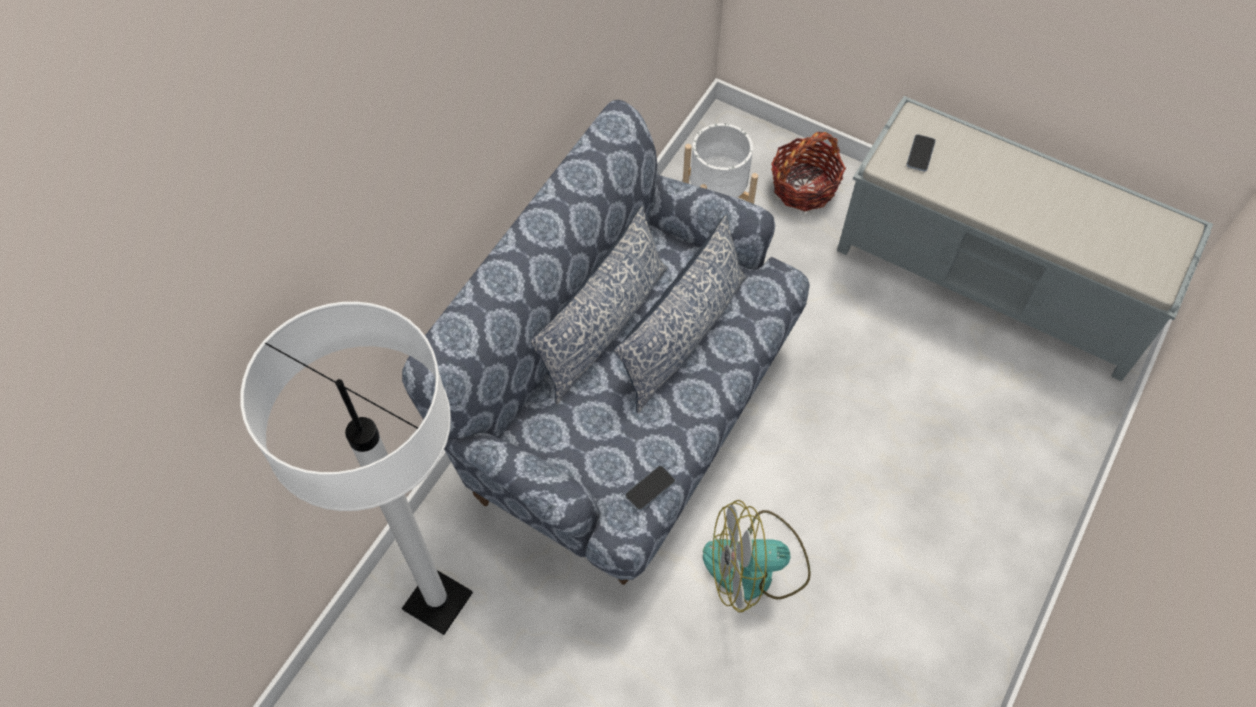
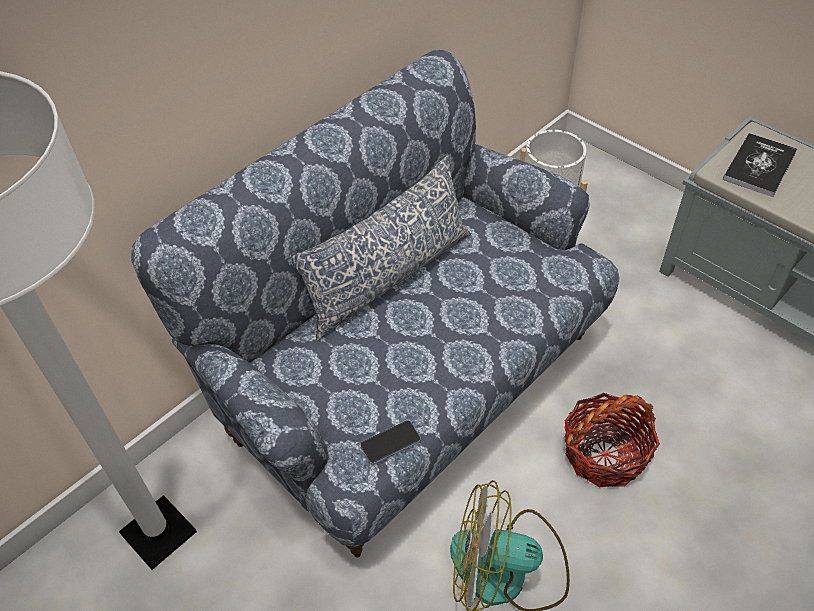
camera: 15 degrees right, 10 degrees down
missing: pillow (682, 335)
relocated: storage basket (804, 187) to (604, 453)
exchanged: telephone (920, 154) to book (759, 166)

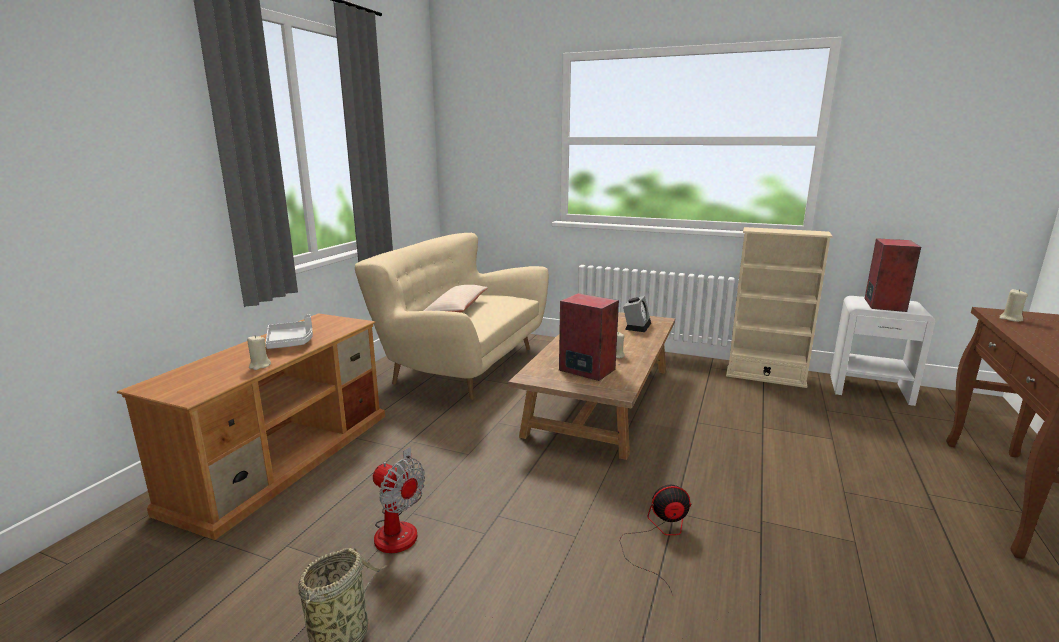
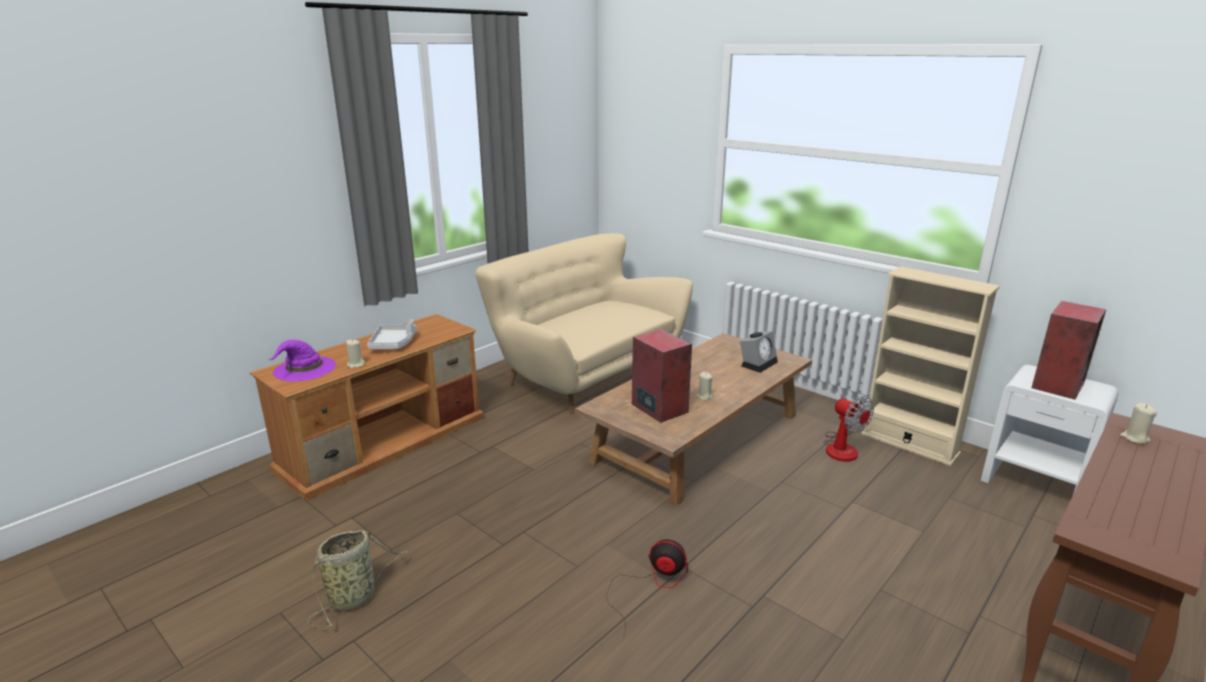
camera: 20 degrees right, 5 degrees up
missing: pillow/beige-coloured (456, 310)
appeared: clothing hat/purple-coloured (304, 369)
relocated: cooling fan (399, 527) to (841, 447)

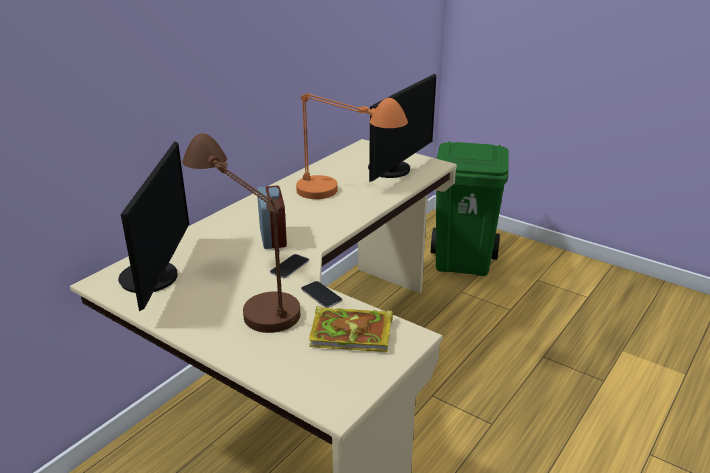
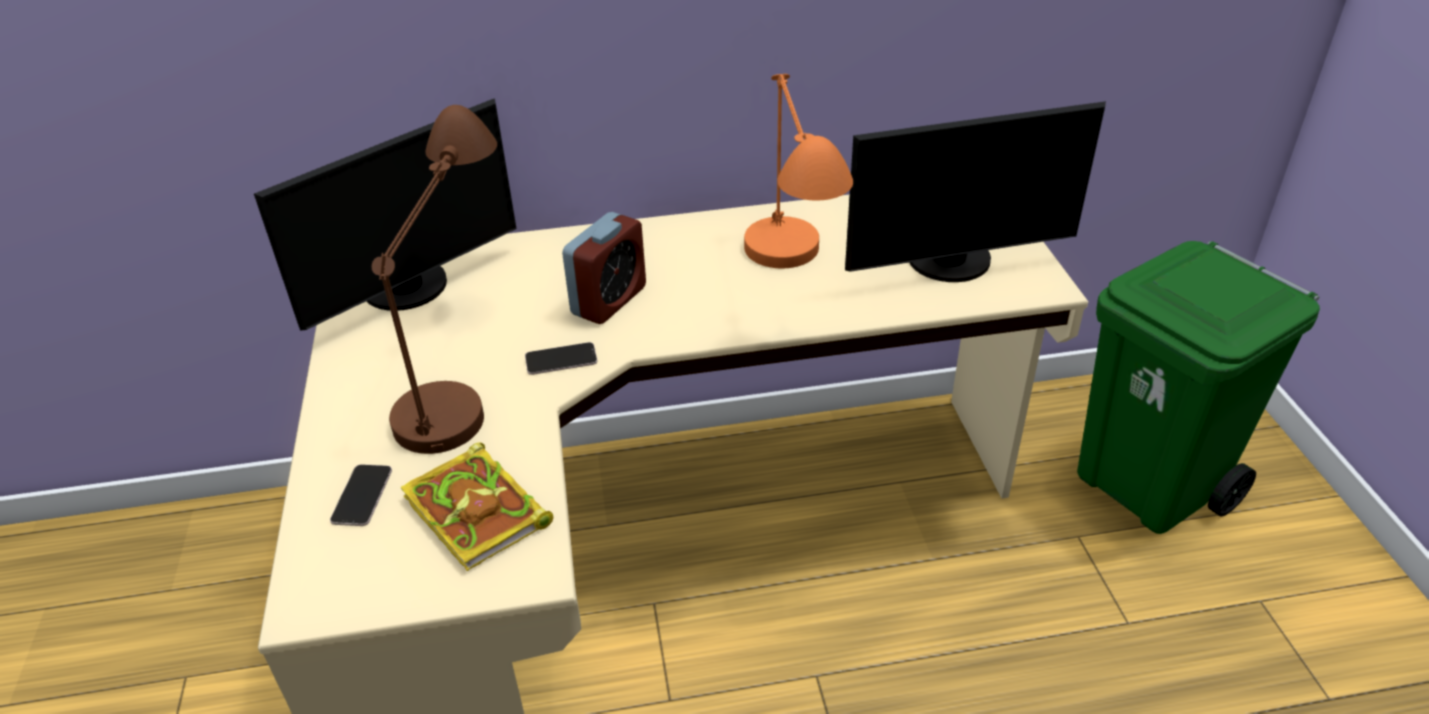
camera: 45 degrees right, 10 degrees up
relocated: telephone (321, 295) to (362, 496)

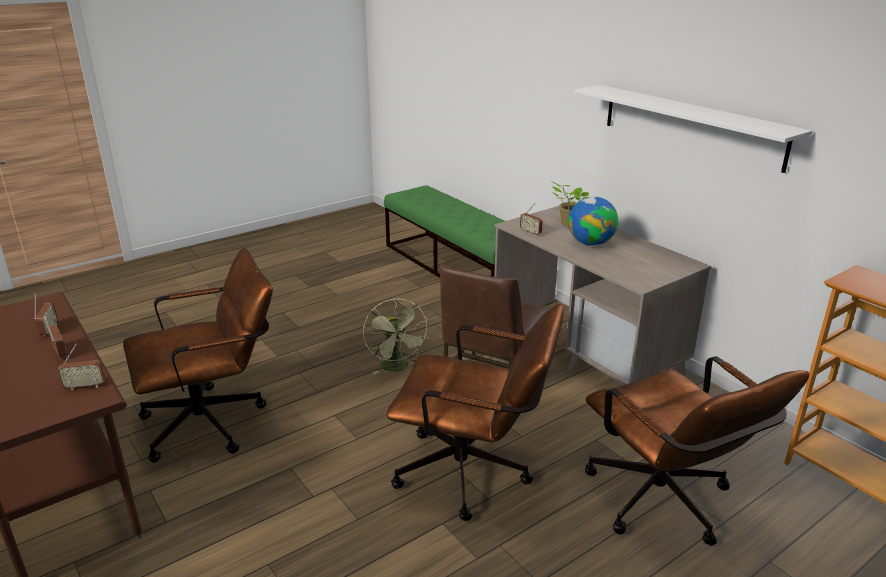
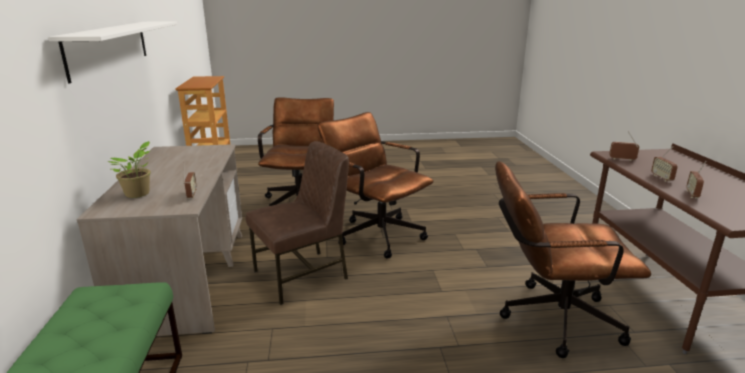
camera: 150 degrees left, 5 degrees down
missing: cooling fan/green (397, 367); world globe (591, 243)

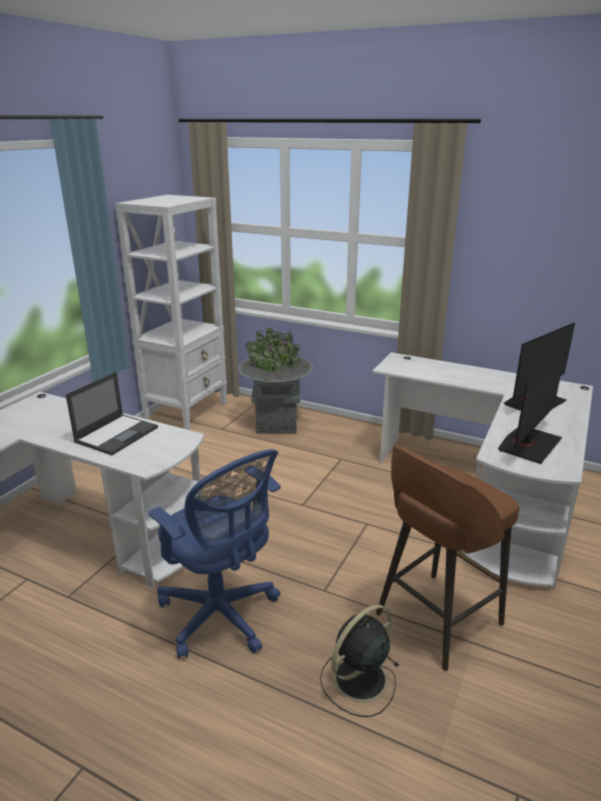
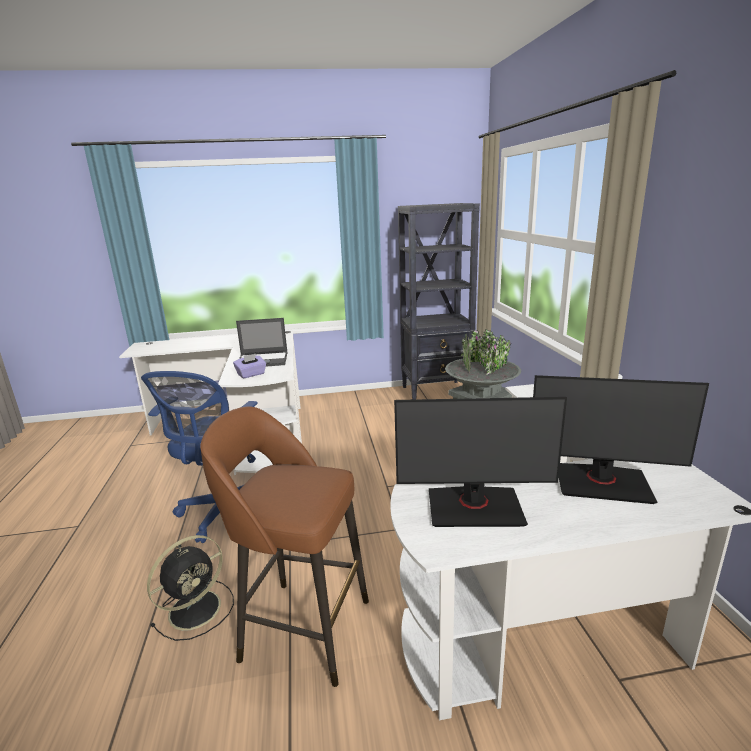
camera: 55 degrees right, 5 degrees down
appeared: tissue box/purple-coloured (251, 374)
colour: bookcase/whitish (187, 411) to bookcase/blackish (436, 392)
spun: cooling fan/blackish (358, 680) = (197, 608) 120 degrees clockwise

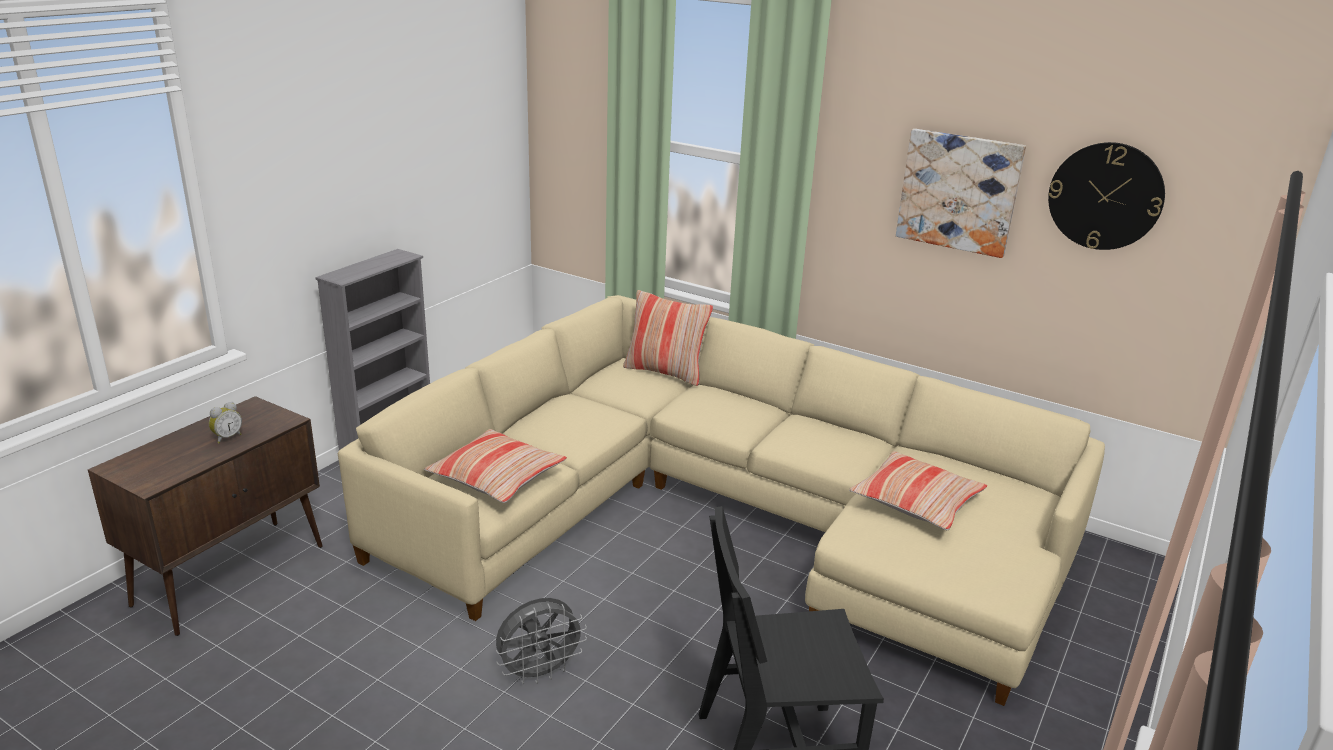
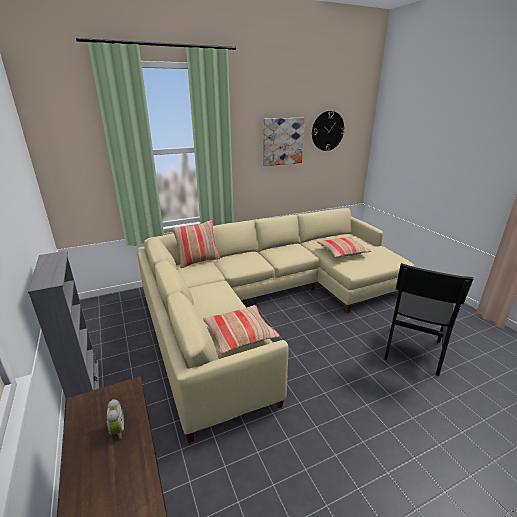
camera: 55 degrees left, 0 degrees up
missing: cooling fan/greyish (539, 673)

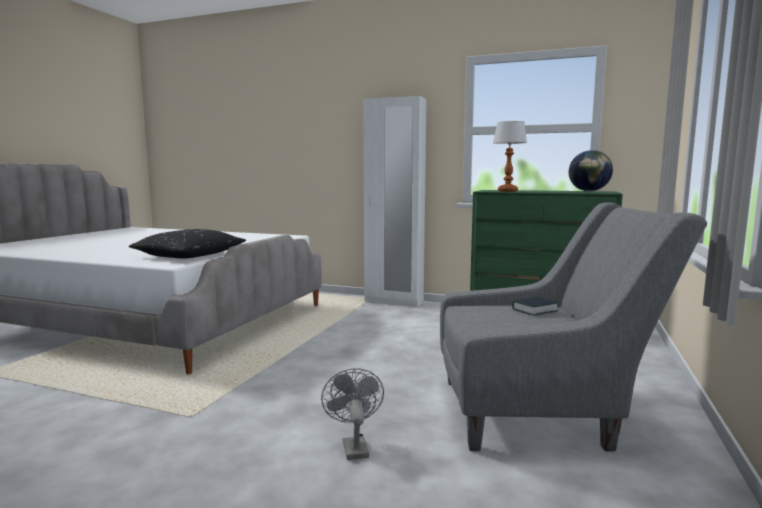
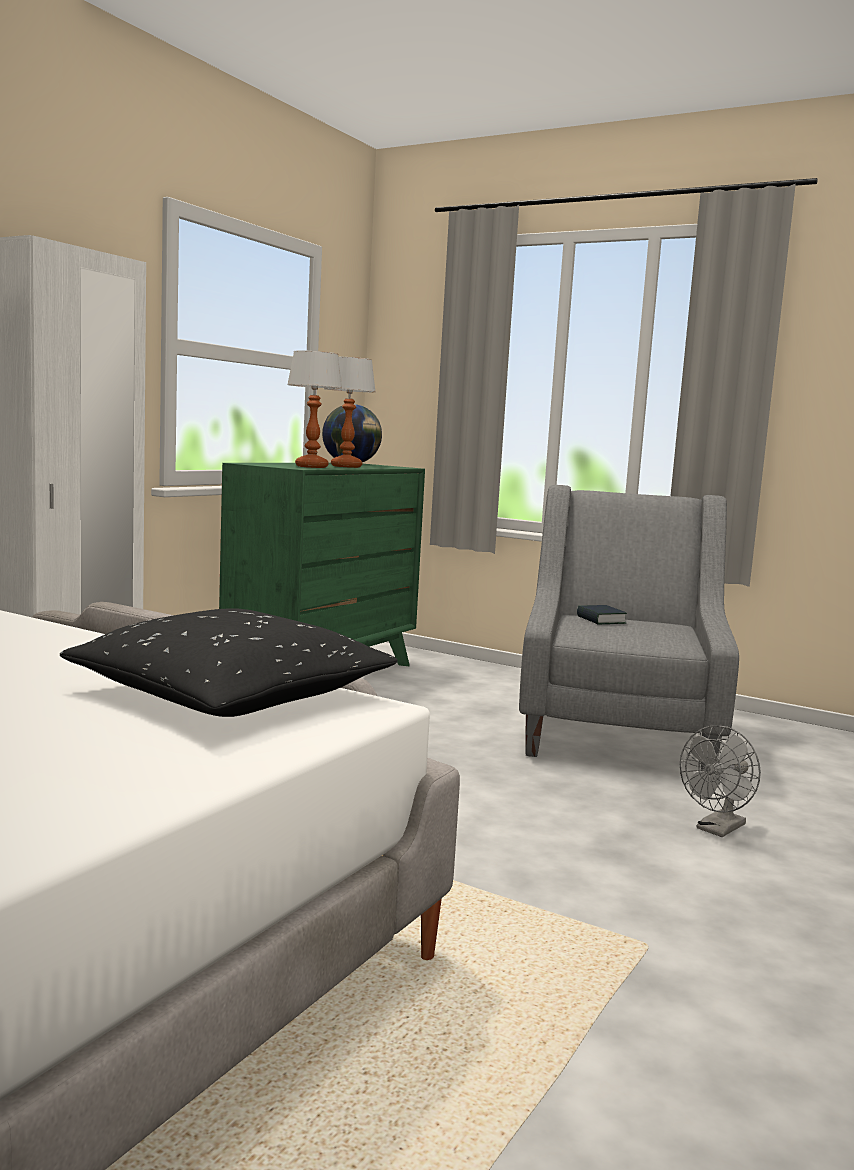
camera: 80 degrees left, 0 degrees up
appeared: tabletop lamp (346, 466)
spun: cooling fan/greyish (353, 446) = (717, 829) 45 degrees counterclockwise

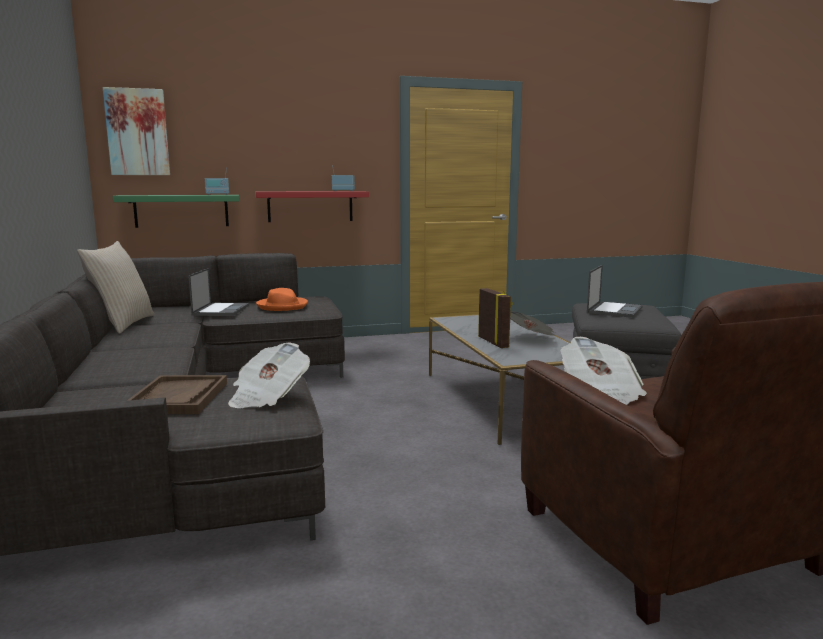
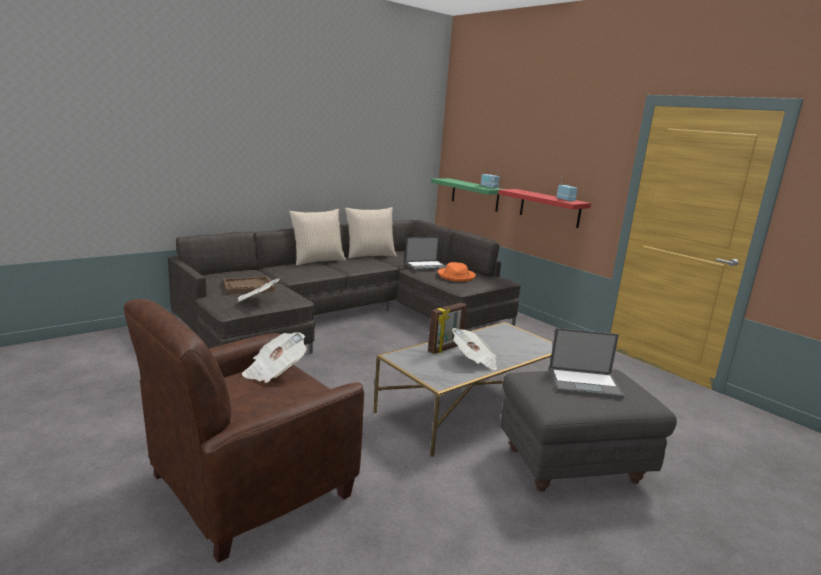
camera: 65 degrees right, 5 degrees up
missing: picture (137, 132)
appeared: pillow/beige-coloured (317, 261)

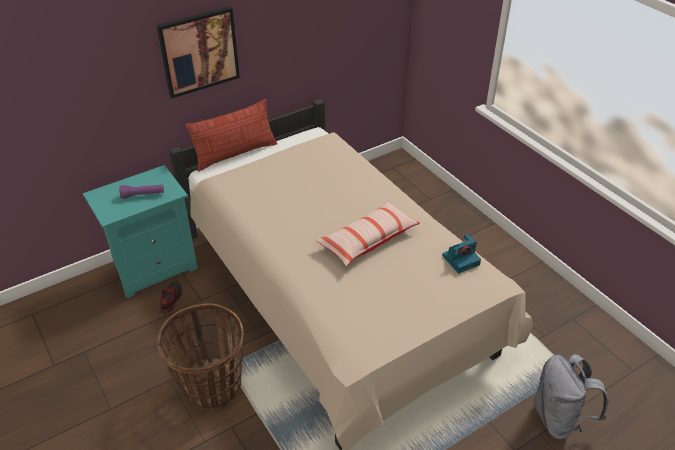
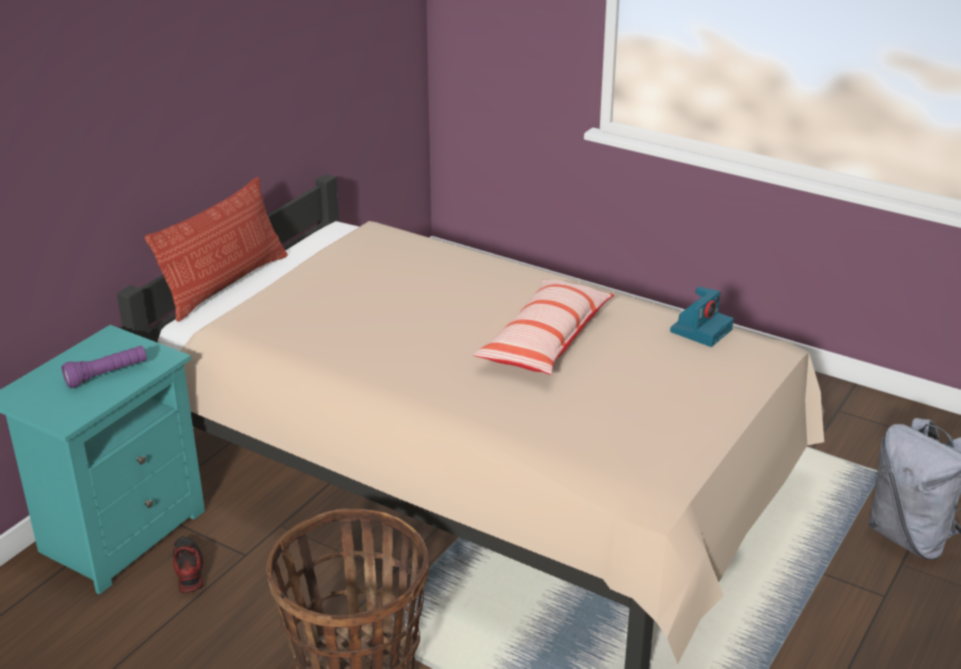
camera: 25 degrees left, 10 degrees down
missing: picture (199, 51)

